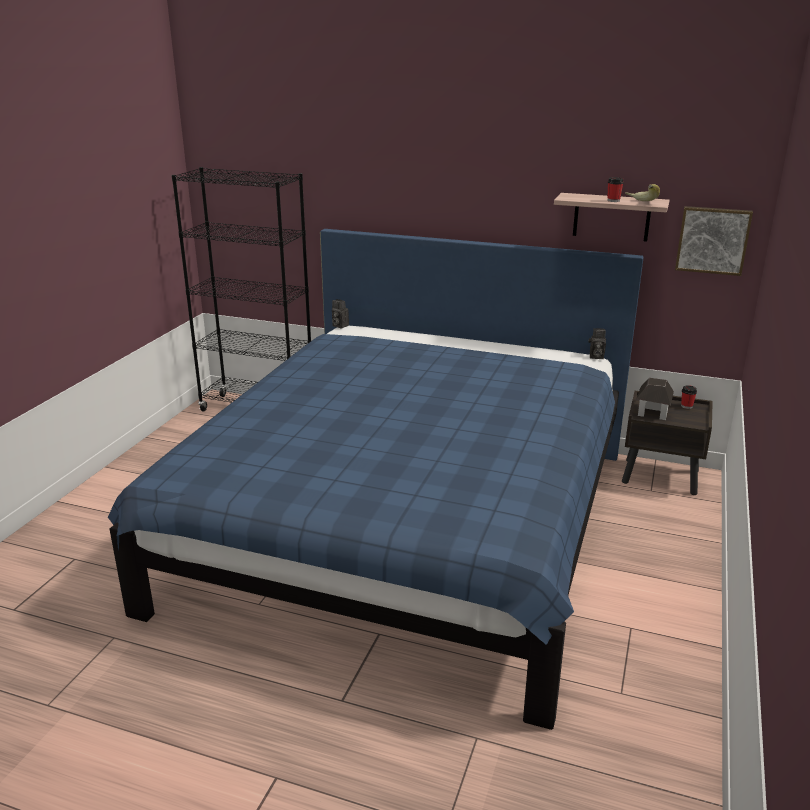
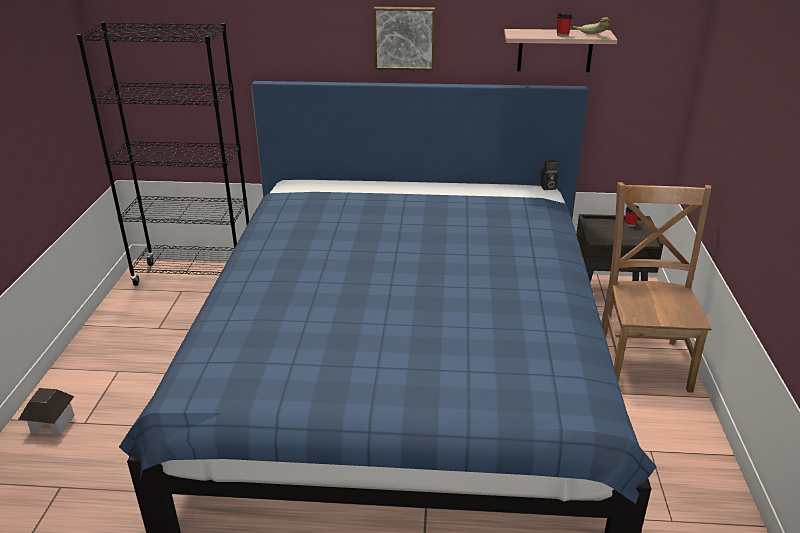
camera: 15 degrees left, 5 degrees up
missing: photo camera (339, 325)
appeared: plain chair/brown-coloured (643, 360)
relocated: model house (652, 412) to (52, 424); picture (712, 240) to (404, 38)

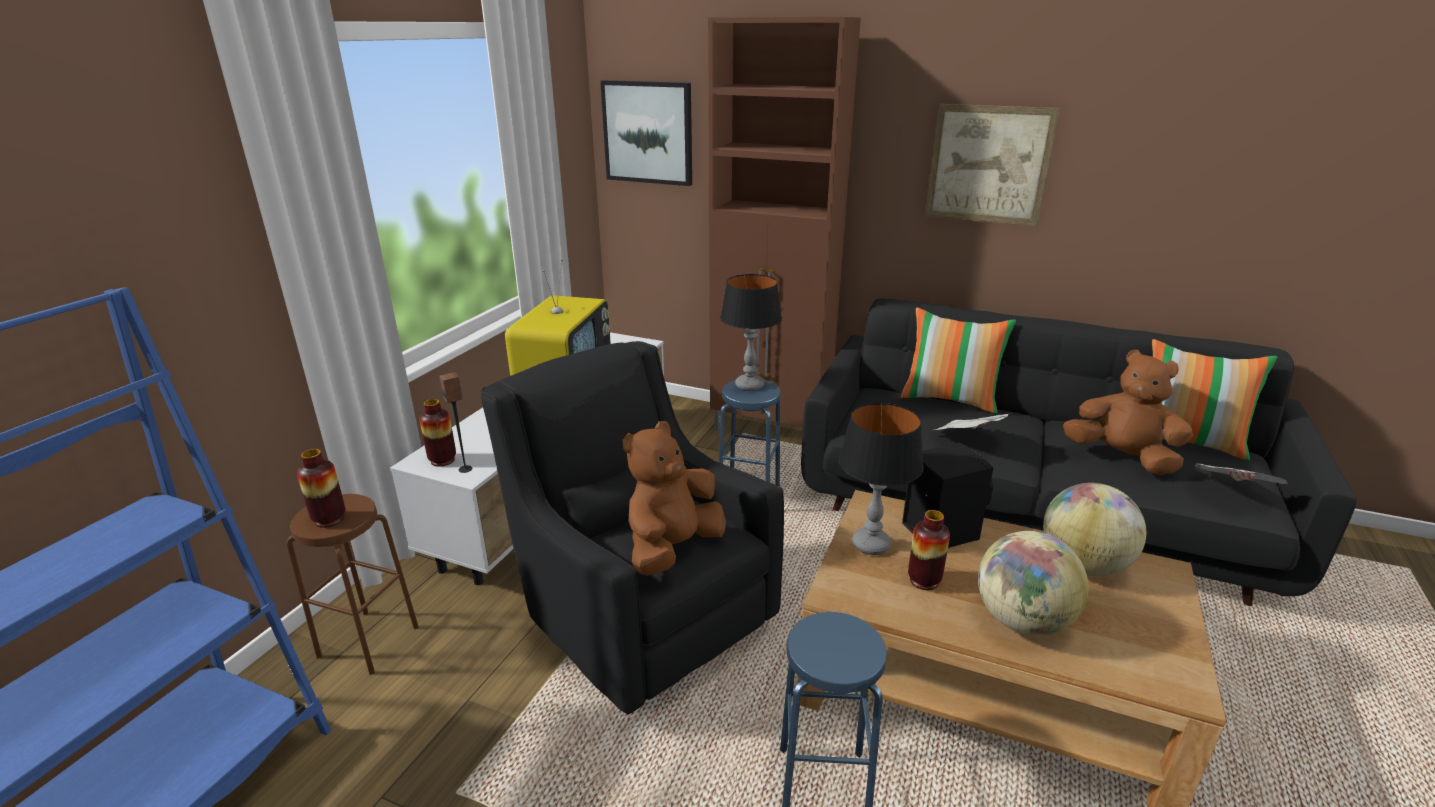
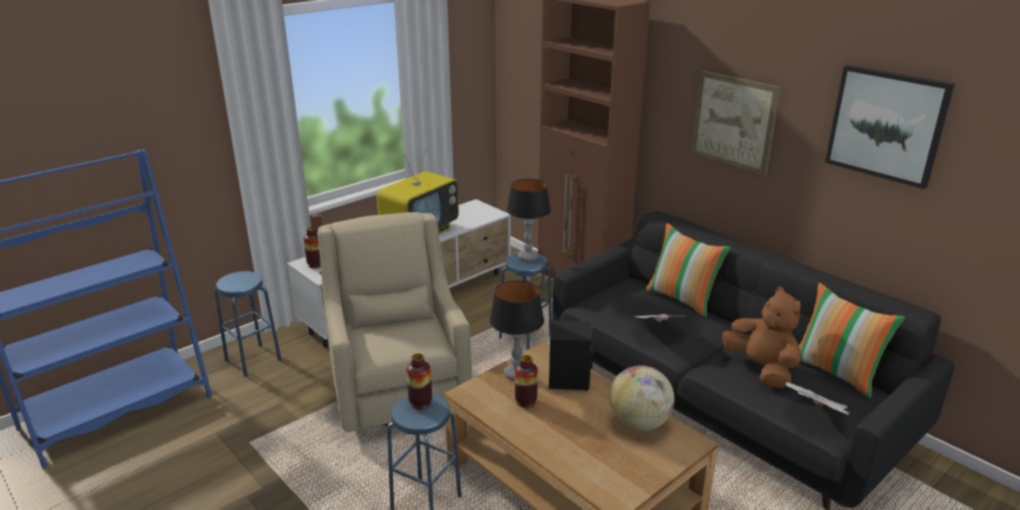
camera: 25 degrees right, 0 degrees up
missing: soft toy/brown-coloured (672, 548); world globe (1021, 620)
relocated: flower vase (329, 519) to (420, 403); picture (648, 132) to (887, 125)
colour: stool seat/brown-coloured (369, 641) to stool seat/blue (253, 360); armchair/blackish (640, 618) to armchair/beige-coloured (398, 390)

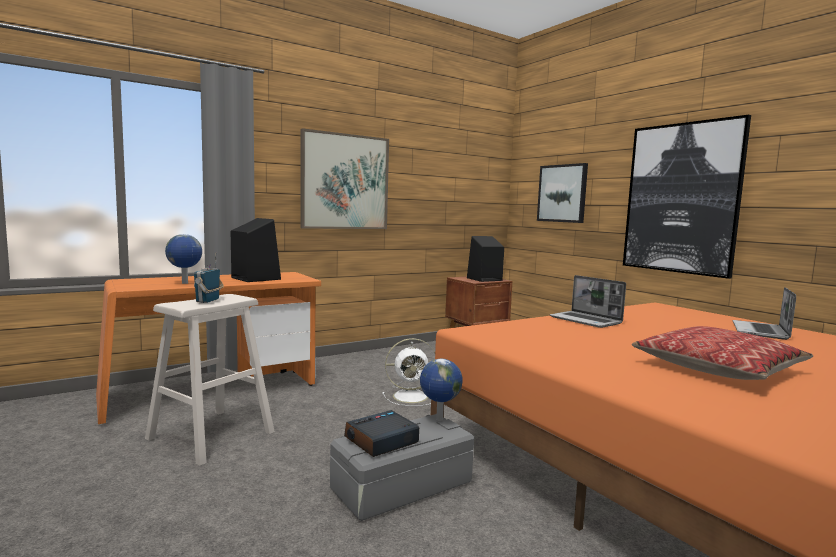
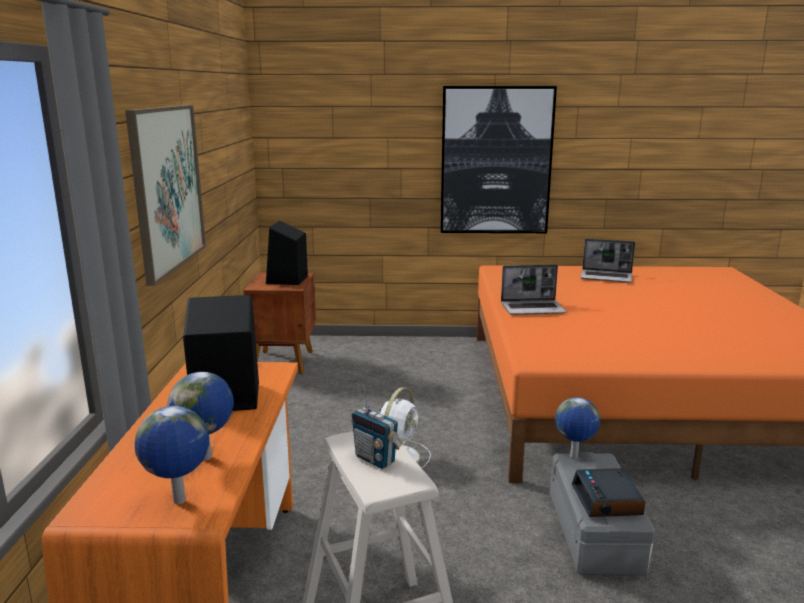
camera: 55 degrees left, 10 degrees up
missing: picture (562, 193); pillow (718, 368)
appeared: world globe (179, 501)
spun: notebook computer (761, 331) = (607, 277) 45 degrees counterclockwise

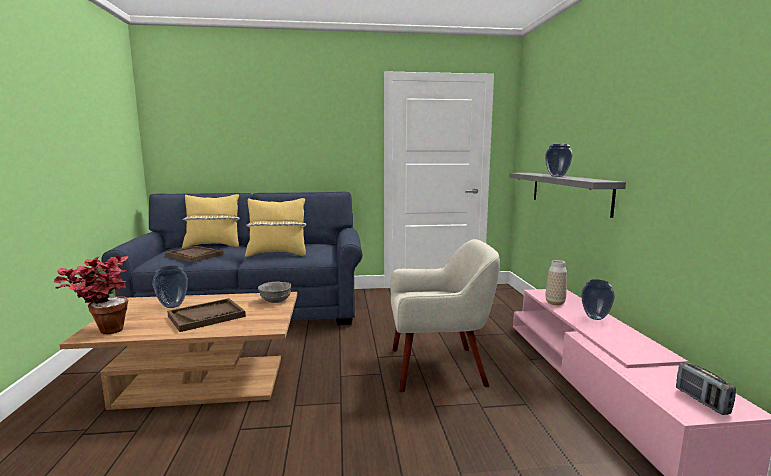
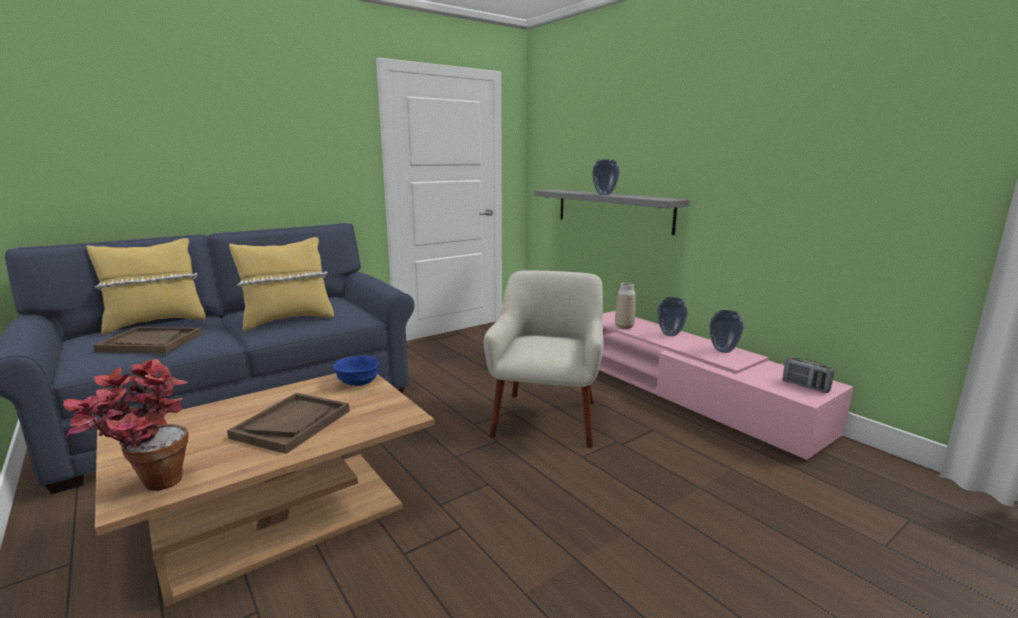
camera: 30 degrees left, 5 degrees up
relocated: flower vase (173, 305) to (723, 350)
colour: bowl/greyish (275, 300) to bowl/blue (358, 382)
spun: armchair/beige-coloured (439, 367) = (547, 417) 45 degrees counterclockwise

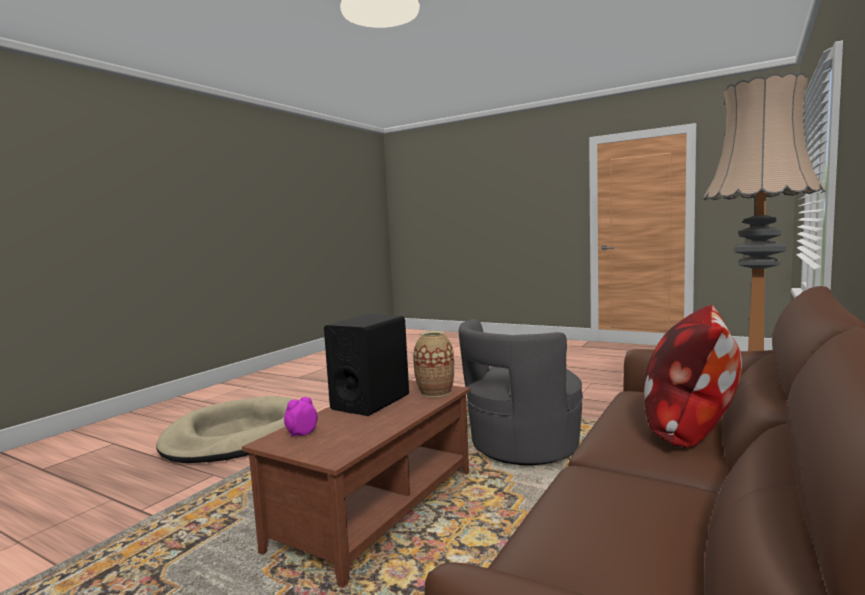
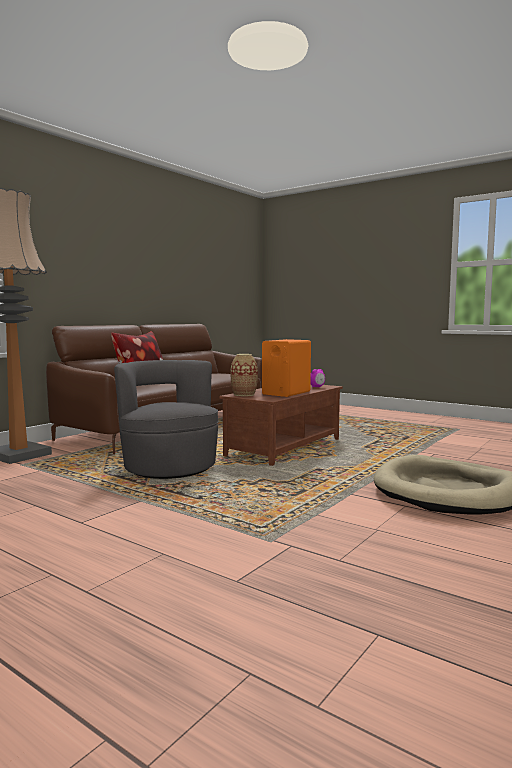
camera: 175 degrees left, 0 degrees up
colour: audio speaker/blackish (371, 402) to audio speaker/orange-coloured (286, 393)
spun: armchair/greyish (521, 446) = (169, 467) 90 degrees counterclockwise

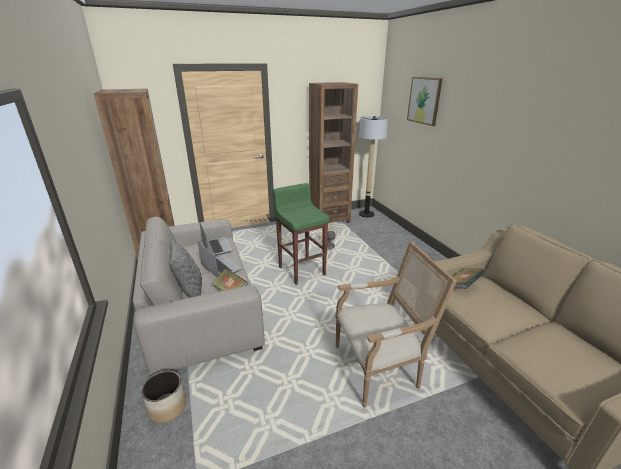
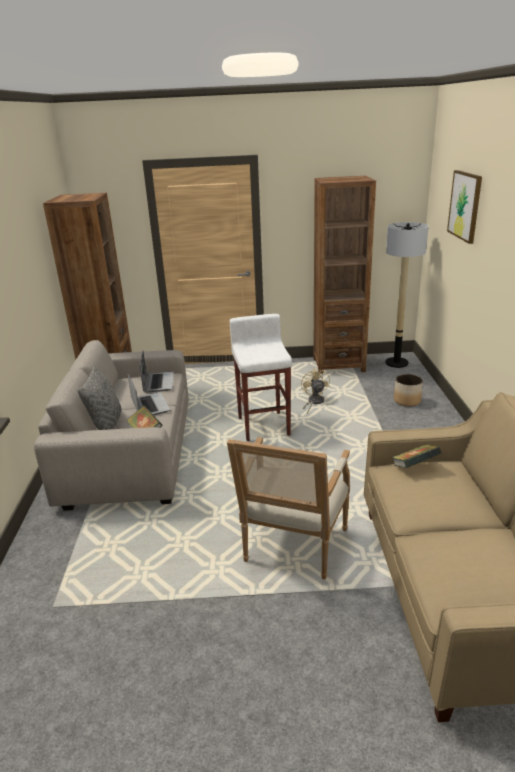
camera: 20 degrees right, 0 degrees up
relocated: plant pot (167, 407) to (406, 401)
colour: stool seat/green (302, 270) to stool seat/whitish (264, 426)
spun: armchair (380, 367) = (292, 549) 105 degrees clockwise

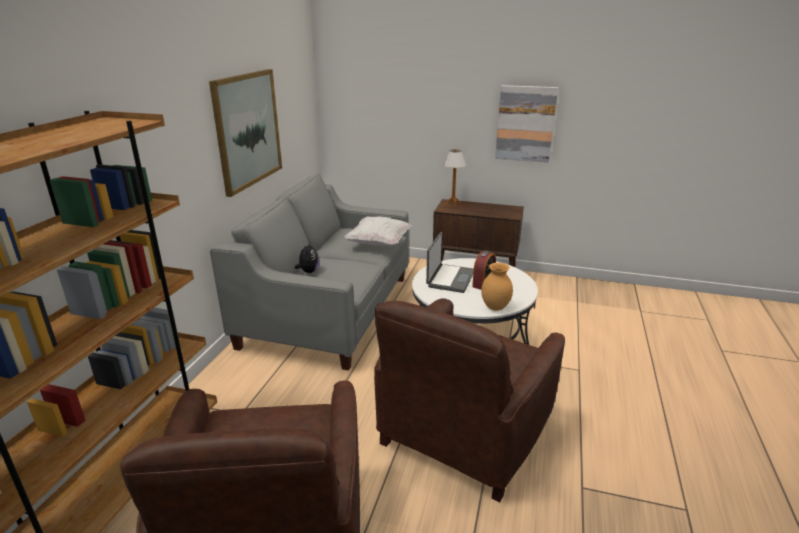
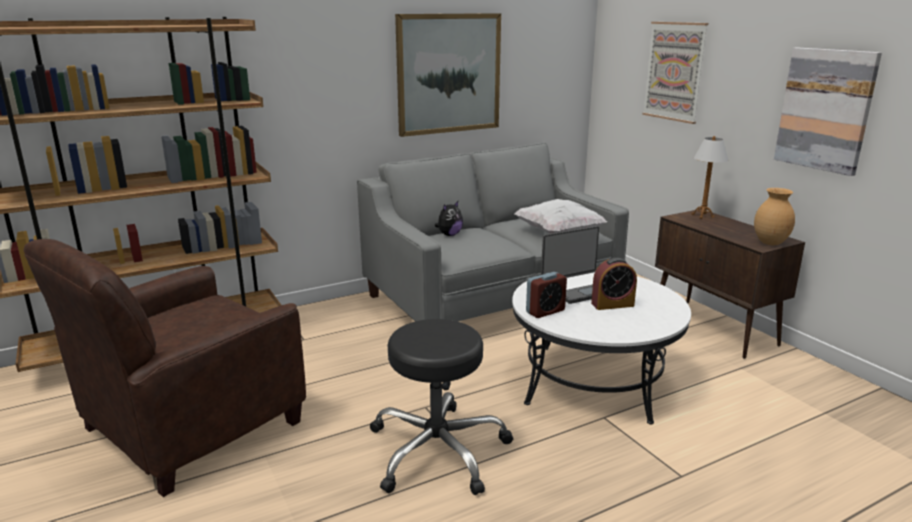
camera: 45 degrees right, 5 degrees down
appeared: alarm clock (545, 311); picture (674, 71)
relocated: flower vase/brown-coloured (495, 307) to (769, 243)
exchanged: armchair/brown-coloured (463, 434) to stool seat/blackish (438, 450)

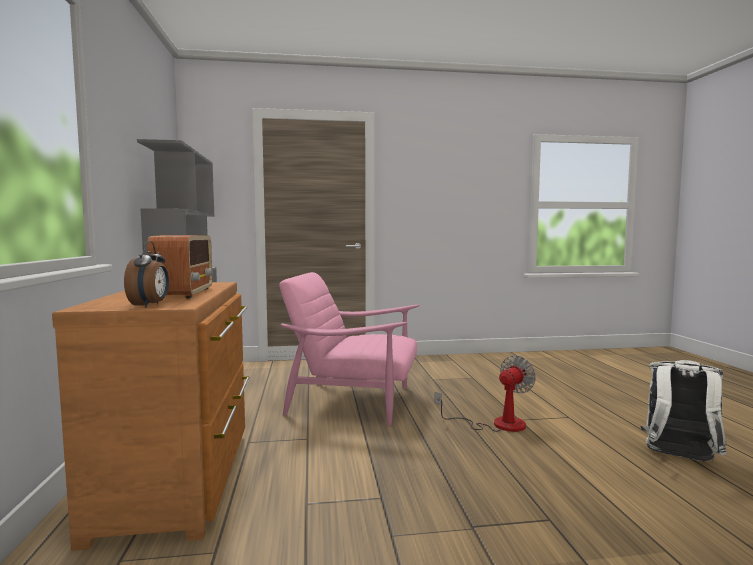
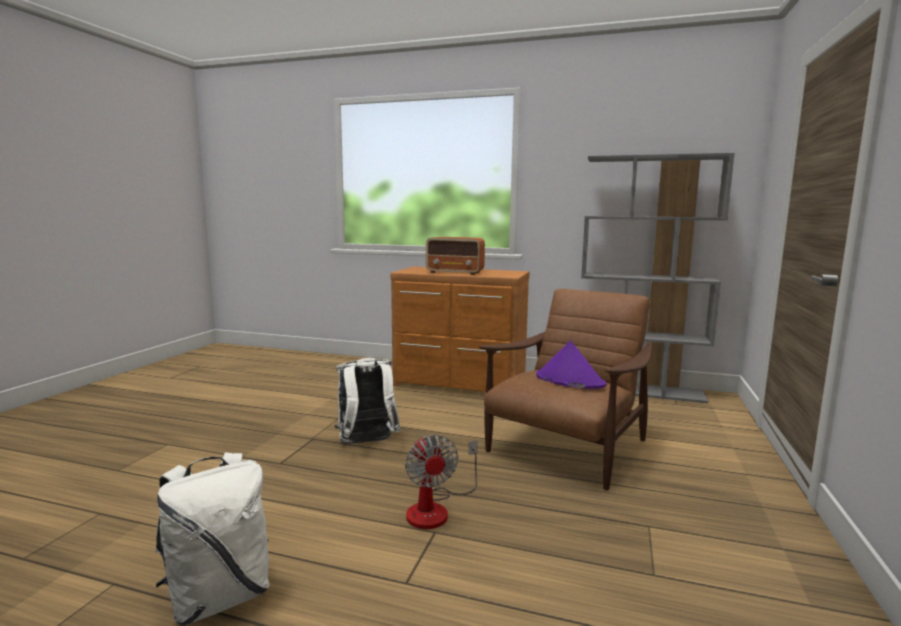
camera: 115 degrees right, 5 degrees up
missing: alarm clock (150, 305)
appeared: knapsack/whitish (367, 444); clothing hat/purple-coloured (569, 380)
colour: armchair/pinkish (354, 401) to armchair/brown-coloured (567, 448)

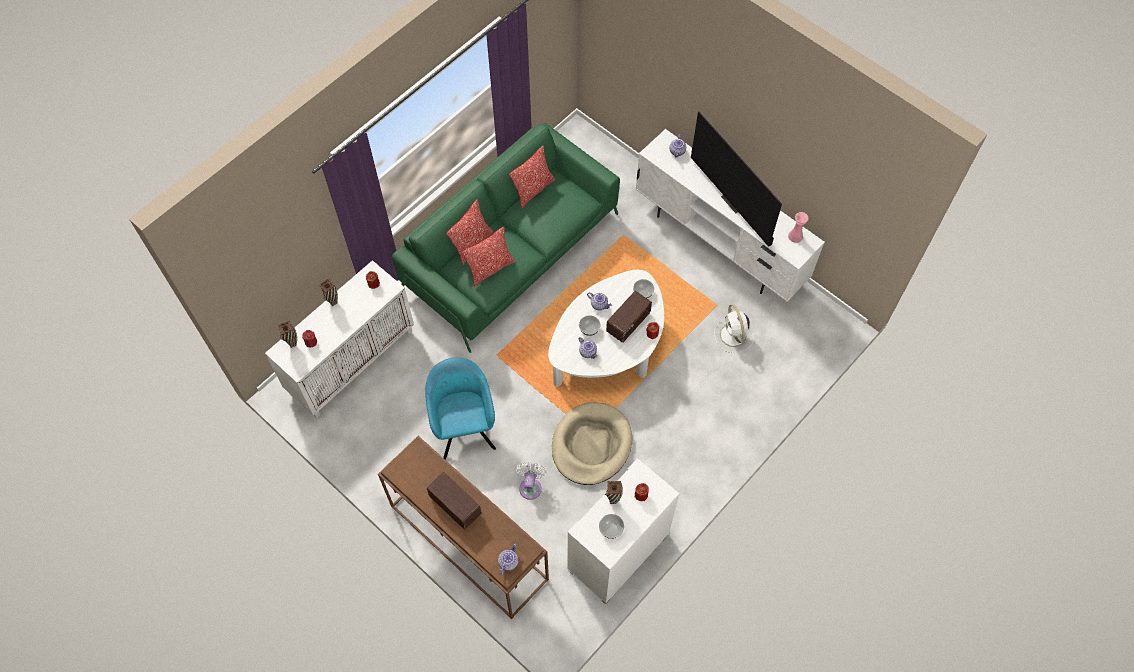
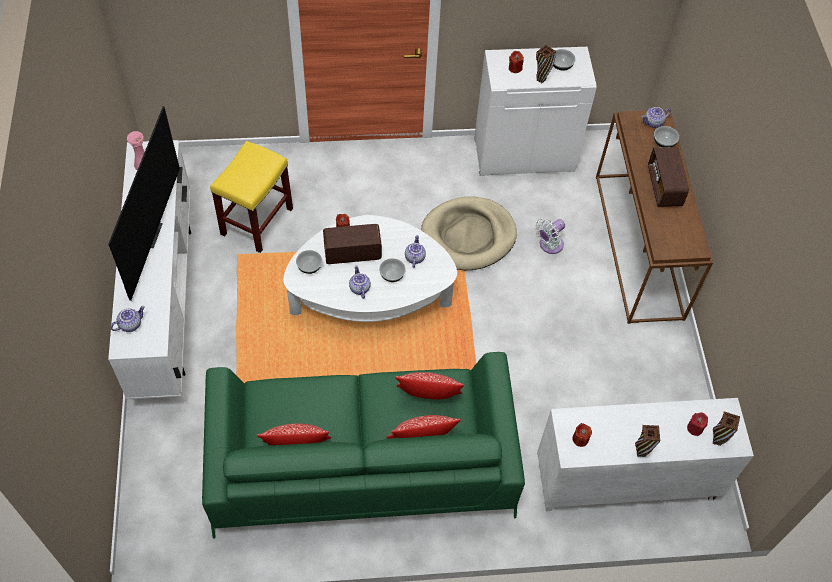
camera: 140 degrees left, 5 degrees down
missing: armchair/blue-green (464, 426)
appeared: bowl (664, 142)
exchanged: cooling fan/whitish (733, 336) to stool seat/yellow (257, 221)

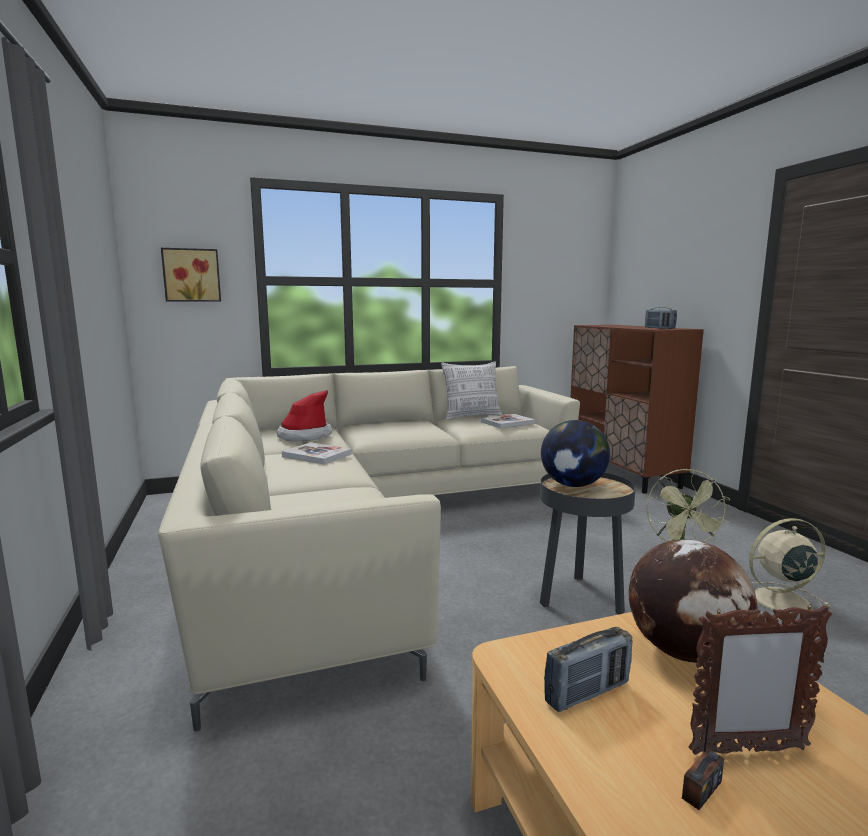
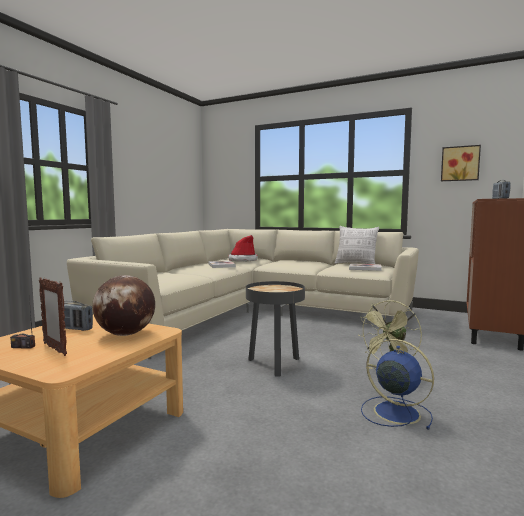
camera: 45 degrees right, 5 degrees down
missing: world globe (573, 485)
relocated: picture (192, 275) to (460, 163)
colour: cooling fan/beige-coloured (778, 601) to cooling fan/blue (394, 412)

